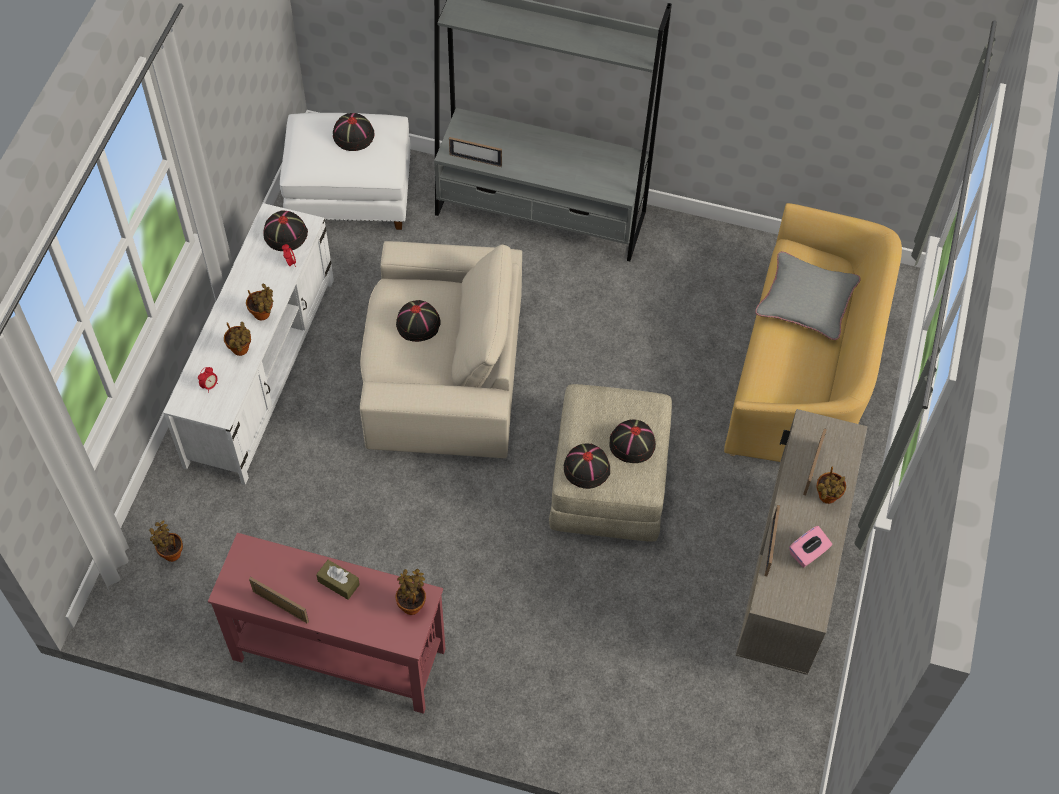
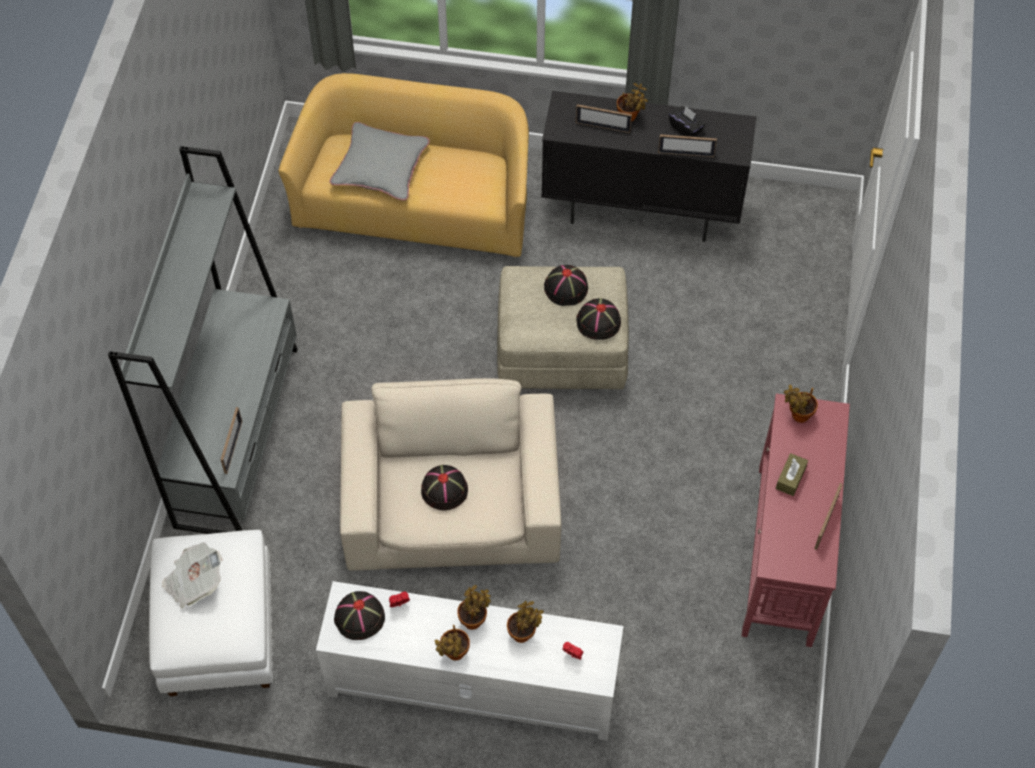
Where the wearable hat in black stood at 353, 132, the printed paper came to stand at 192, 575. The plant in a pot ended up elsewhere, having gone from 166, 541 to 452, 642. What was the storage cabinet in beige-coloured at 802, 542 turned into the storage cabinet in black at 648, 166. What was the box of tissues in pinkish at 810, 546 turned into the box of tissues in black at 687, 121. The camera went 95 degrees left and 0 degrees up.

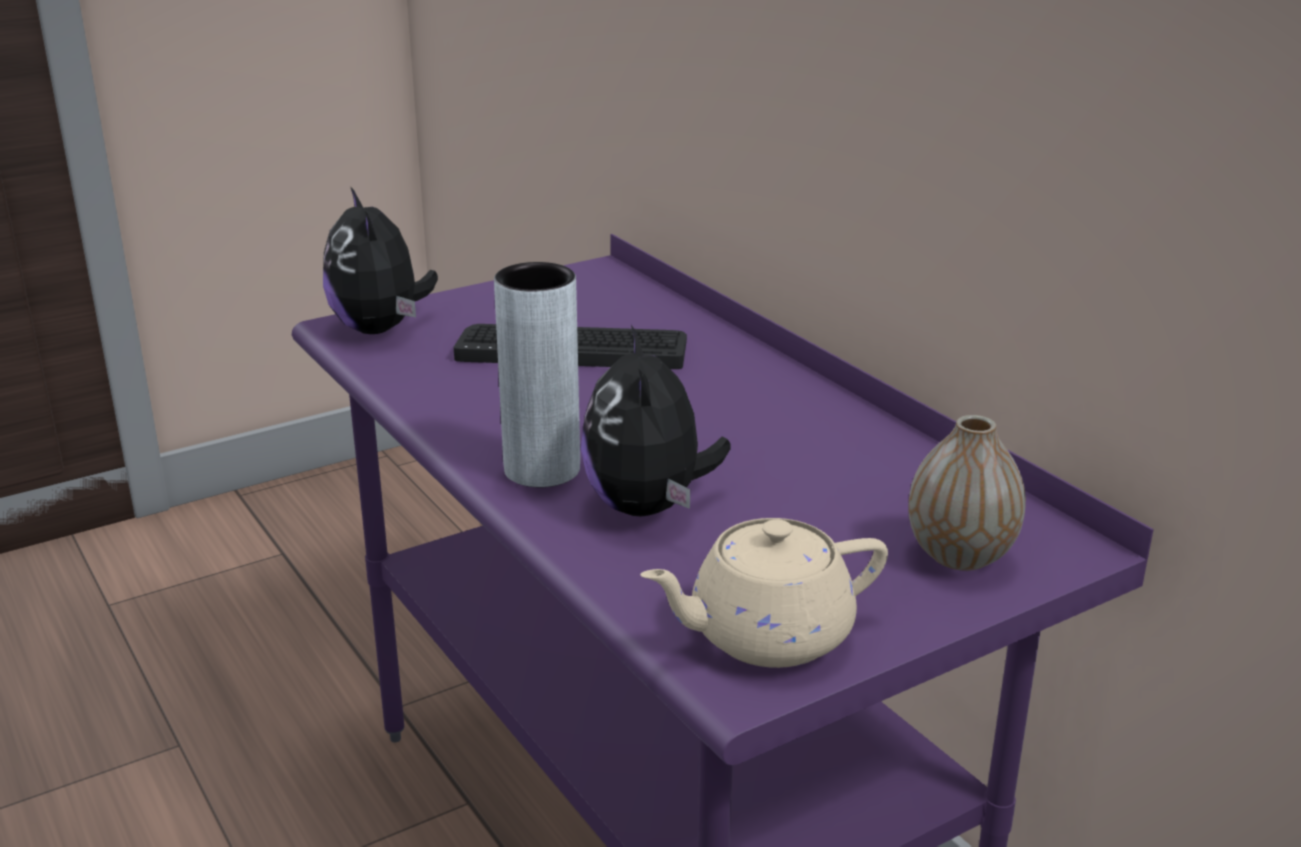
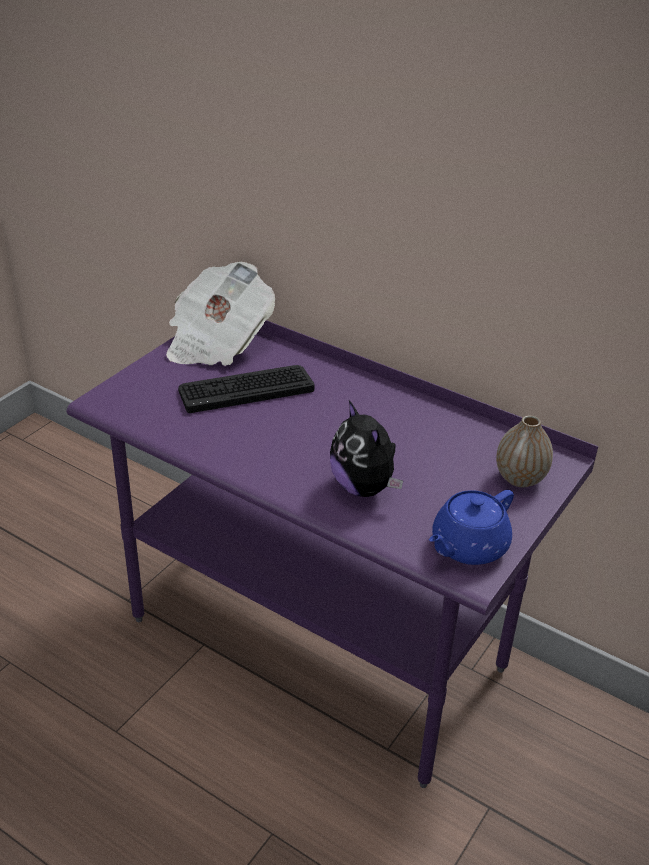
The second view gained the printed paper at 220, 314. What was the pot for tea in beige-coloured at 764, 593 turned into the pot for tea in bluish at 471, 527. The second view lost the cuddly toy at 380, 260. The second view lost the decorative vase in gray at 537, 375. The camera went 25 degrees left and 10 degrees up.

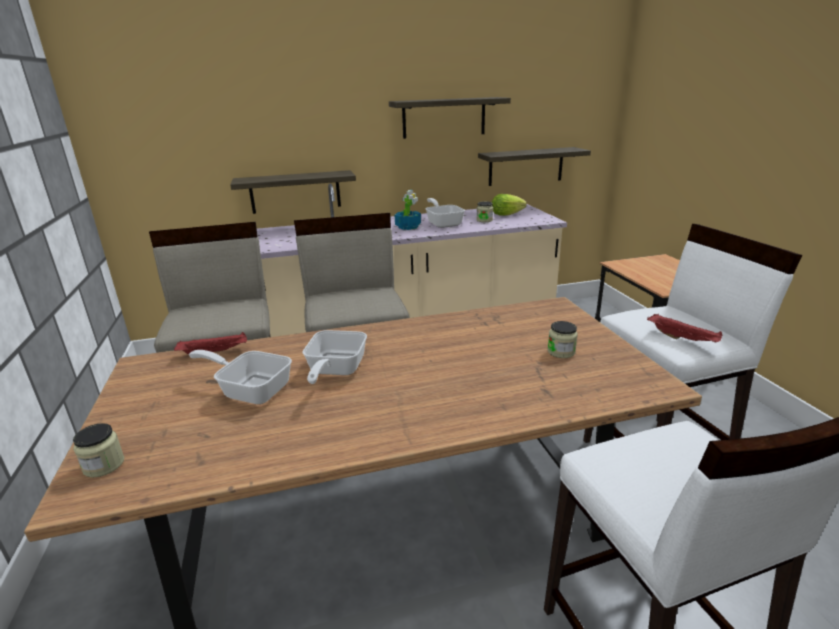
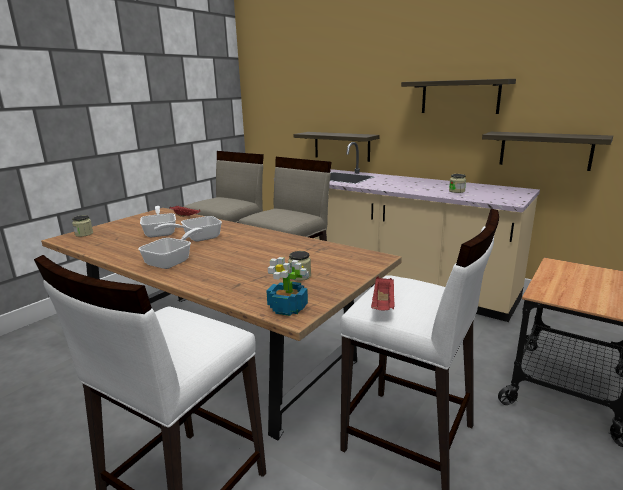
The skillet ended up elsewhere, having gone from 445, 213 to 170, 248. The plant in a pot ended up elsewhere, having gone from 408, 210 to 287, 286. The second view lost the lettuce at 509, 205. The camera went 50 degrees right and 5 degrees down.

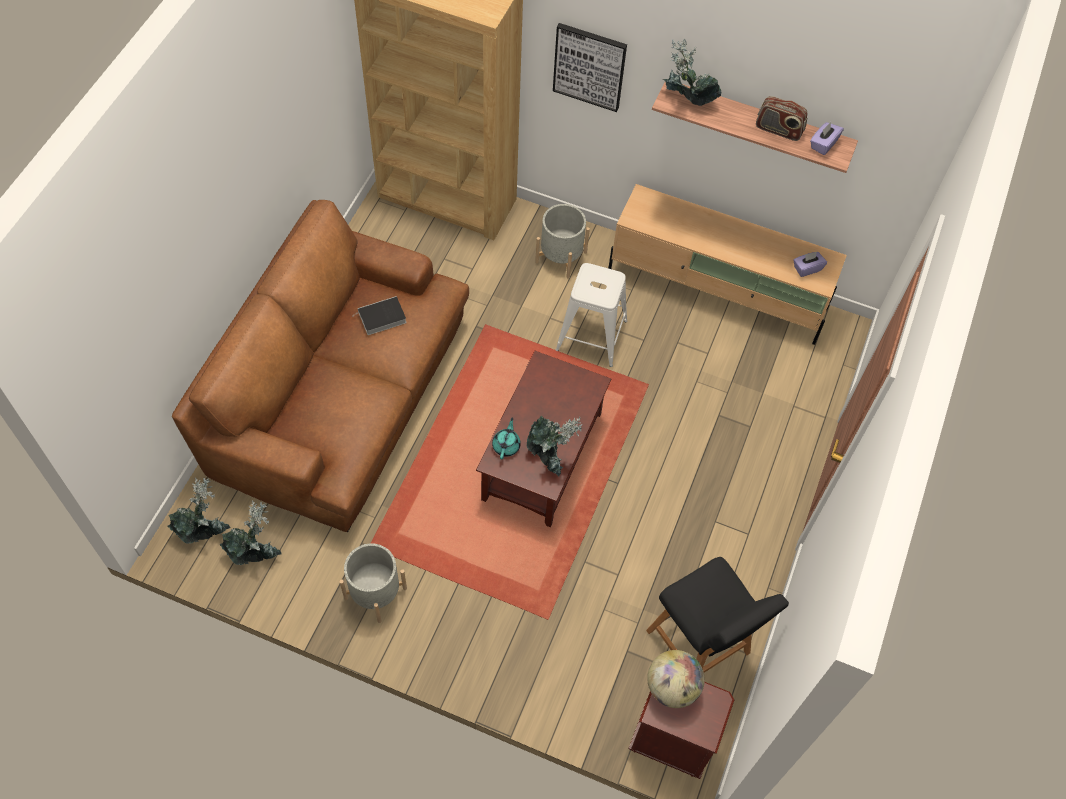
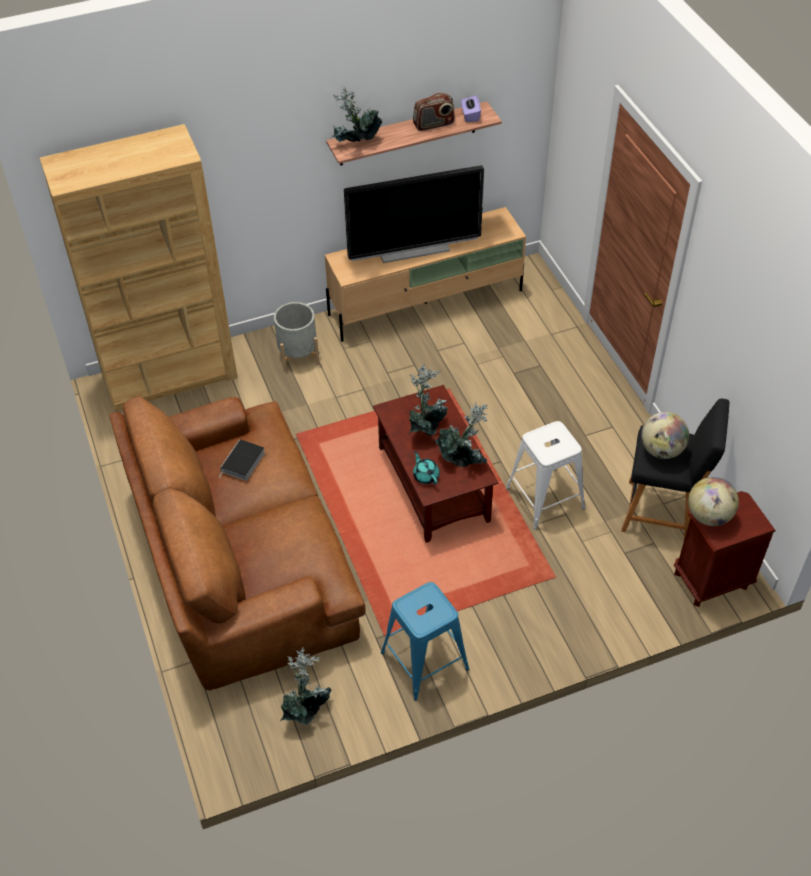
The second view gained the television at 414, 214. Where the planter in gray stood at 373, 583, the stool seat in bluish came to stand at 425, 641. The plant in a pot ended up elsewhere, having gone from 199, 510 to 428, 400. The stool seat in white ended up elsewhere, having gone from 591, 315 to 545, 475. The second view gained the globe at 665, 435. The second view lost the picture at 590, 67. The second view lost the box of tissues in purple at 810, 264. The camera went 40 degrees left and 10 degrees down.

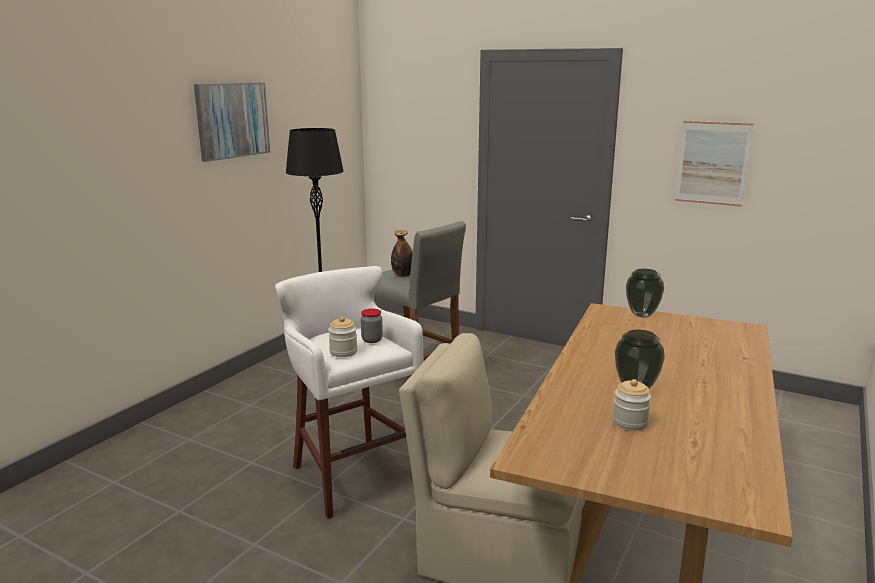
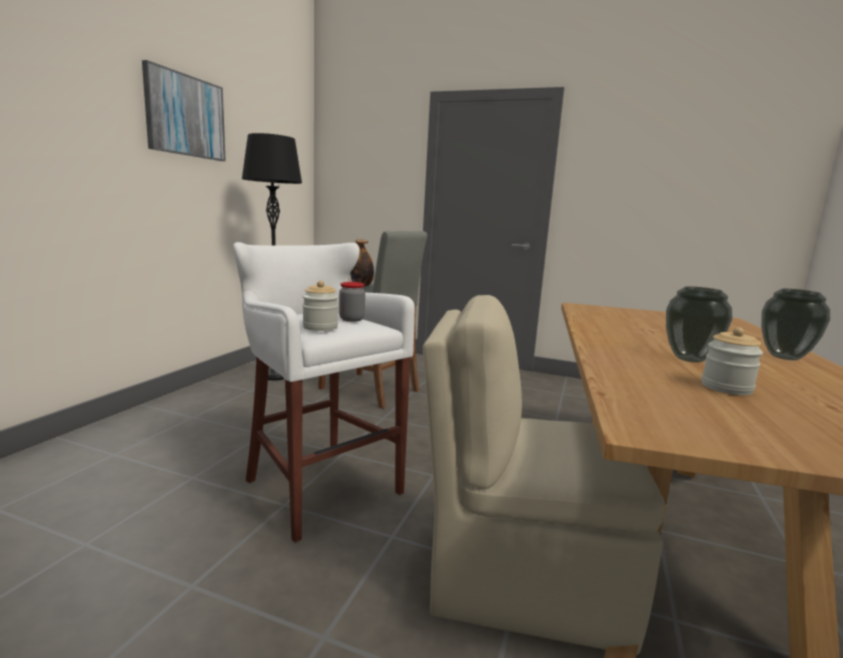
The decorative vase ended up elsewhere, having gone from 645, 293 to 795, 324. The second view lost the picture at 714, 164. The camera went 10 degrees left and 5 degrees down.

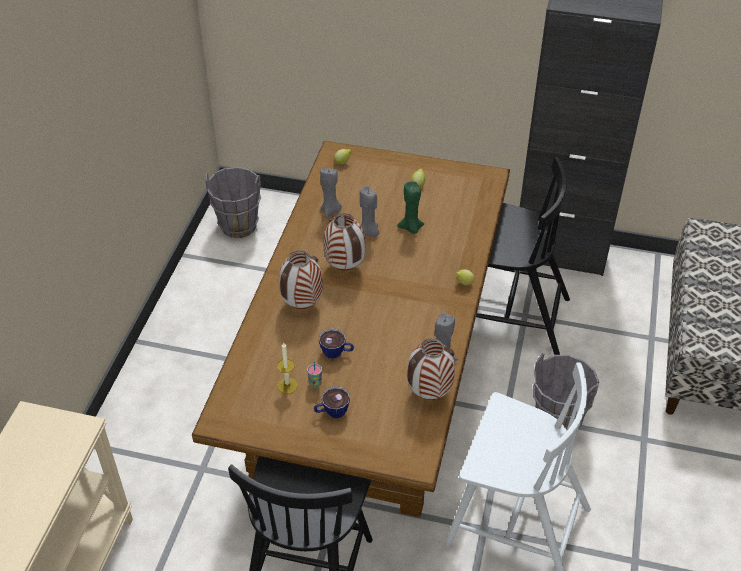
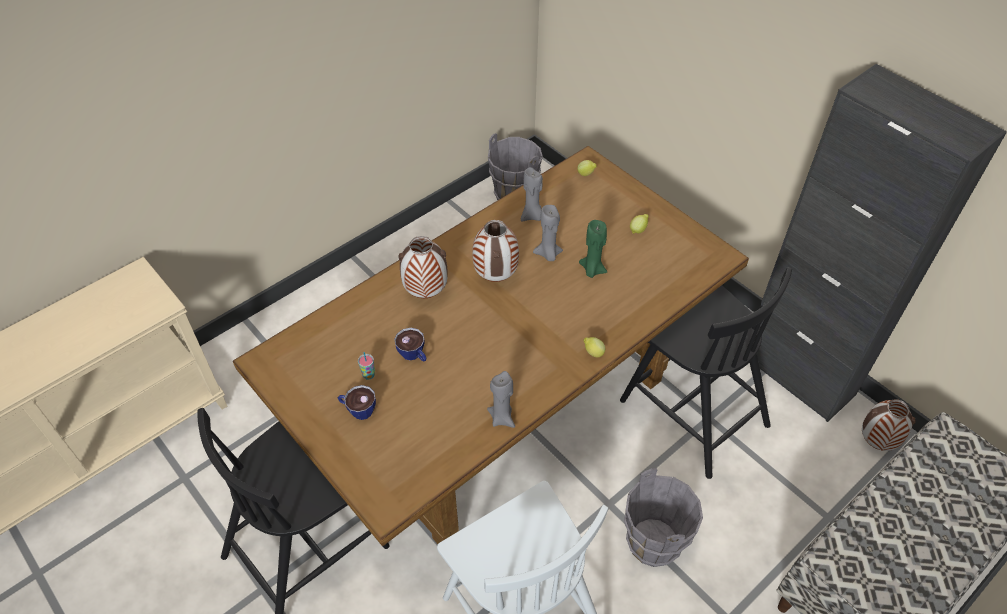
The decorative vase ended up elsewhere, having gone from 431, 369 to 889, 425. The second view lost the wax candle at 287, 368. The camera went 35 degrees right and 5 degrees up.

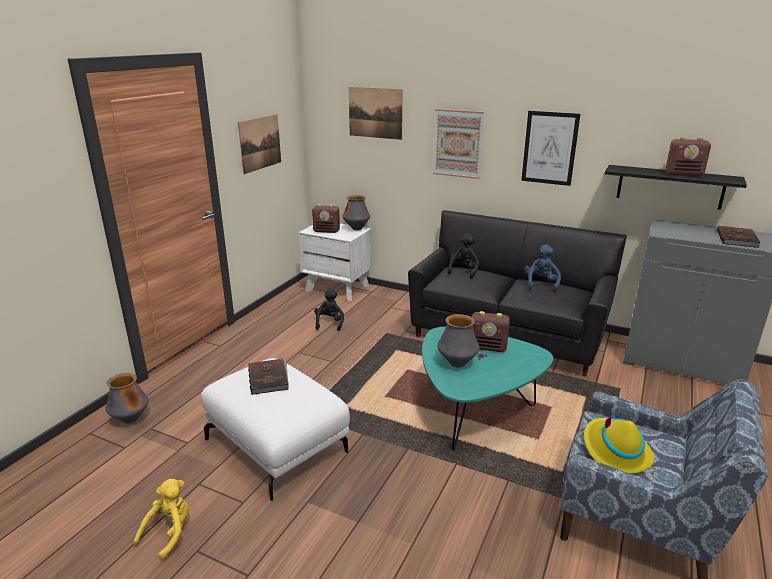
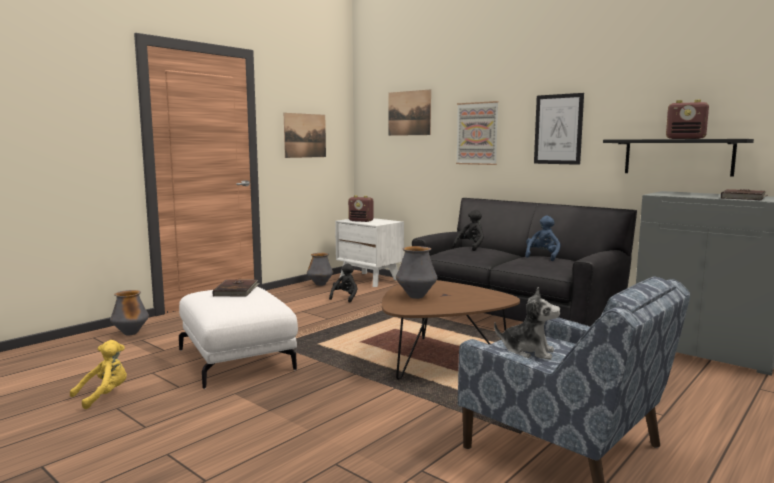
The decorative vase ended up elsewhere, having gone from 356, 212 to 320, 269. What was the coffee table in blue-green at 487, 389 turned into the coffee table in brown at 451, 330. Where the wearable hat in yellow-coloured stood at 619, 445, the cuddly toy came to stand at 527, 323. The second view lost the radio set at 491, 331. The camera went 15 degrees right and 15 degrees down.

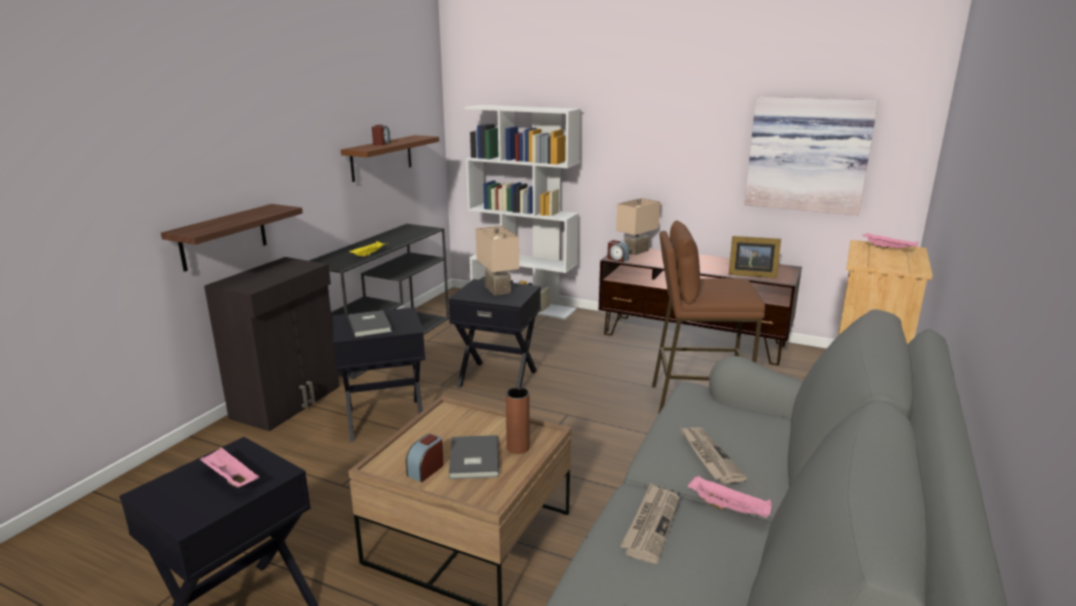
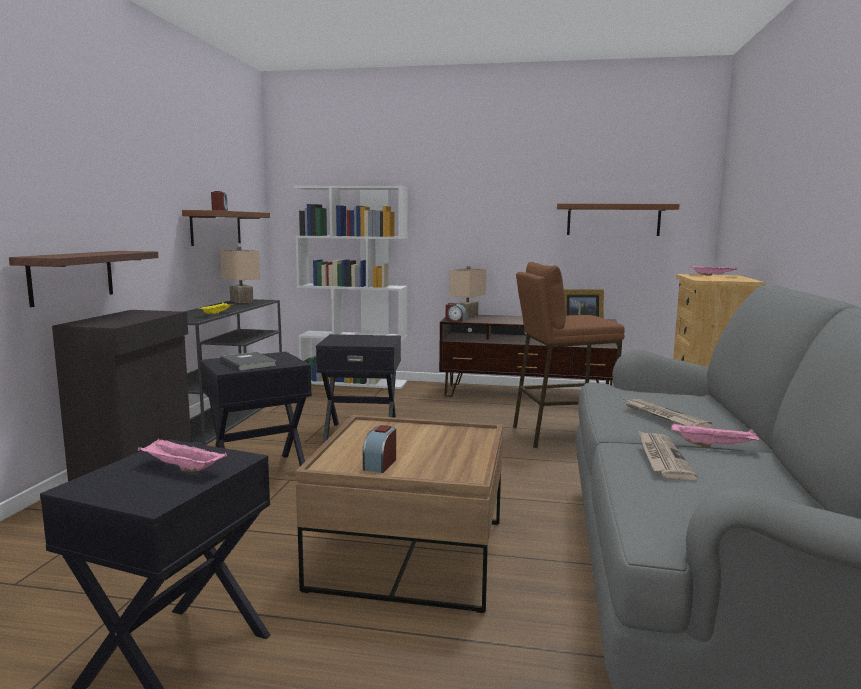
The table lamp in beige-coloured ended up elsewhere, having gone from 497, 260 to 240, 275. Where the picture hung at 811, 156, the shelf in brown came to hang at 618, 220. The second view lost the book in gray at 474, 457. The second view lost the decorative vase in brown at 518, 420. The camera went 15 degrees left and 10 degrees down.

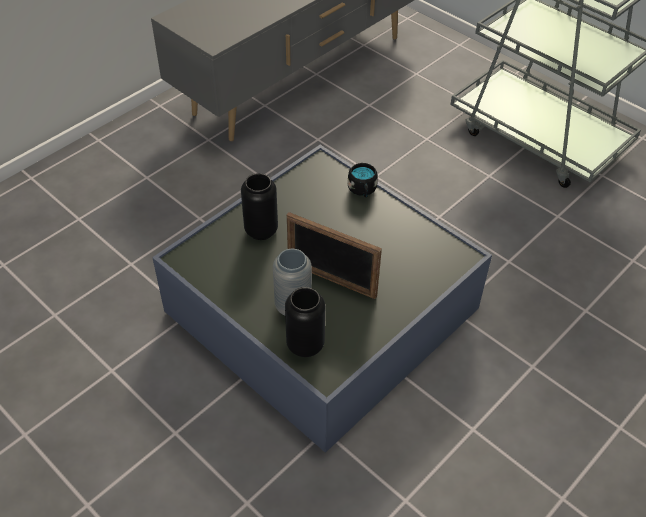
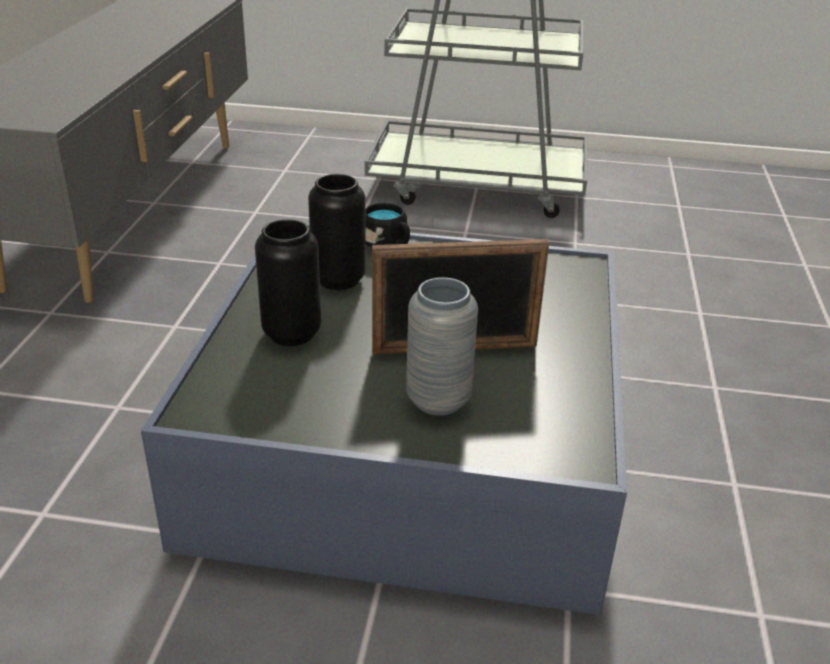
The decorative vase in black ended up elsewhere, having gone from 305, 322 to 337, 232. The camera went 35 degrees left and 15 degrees down.

